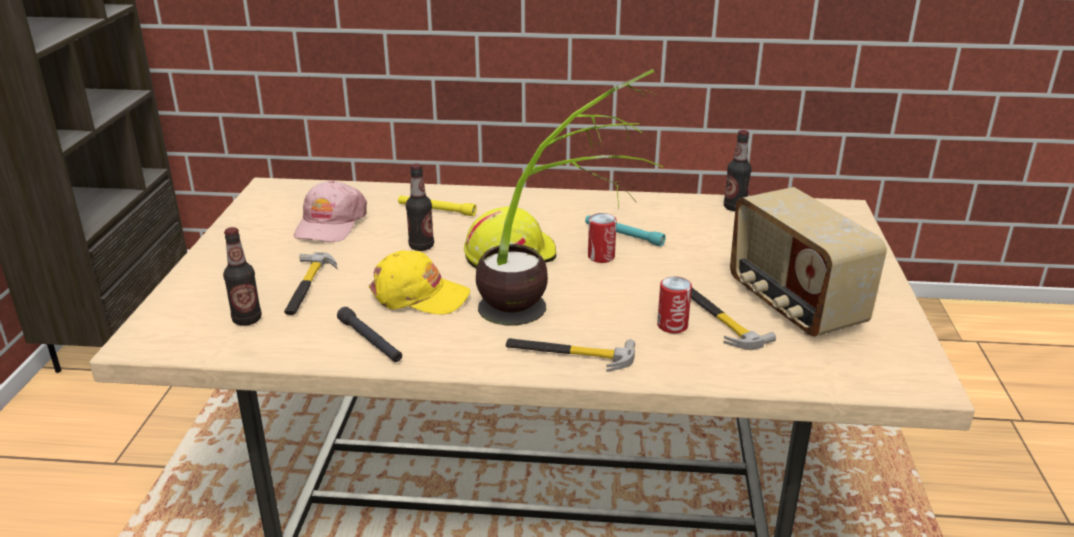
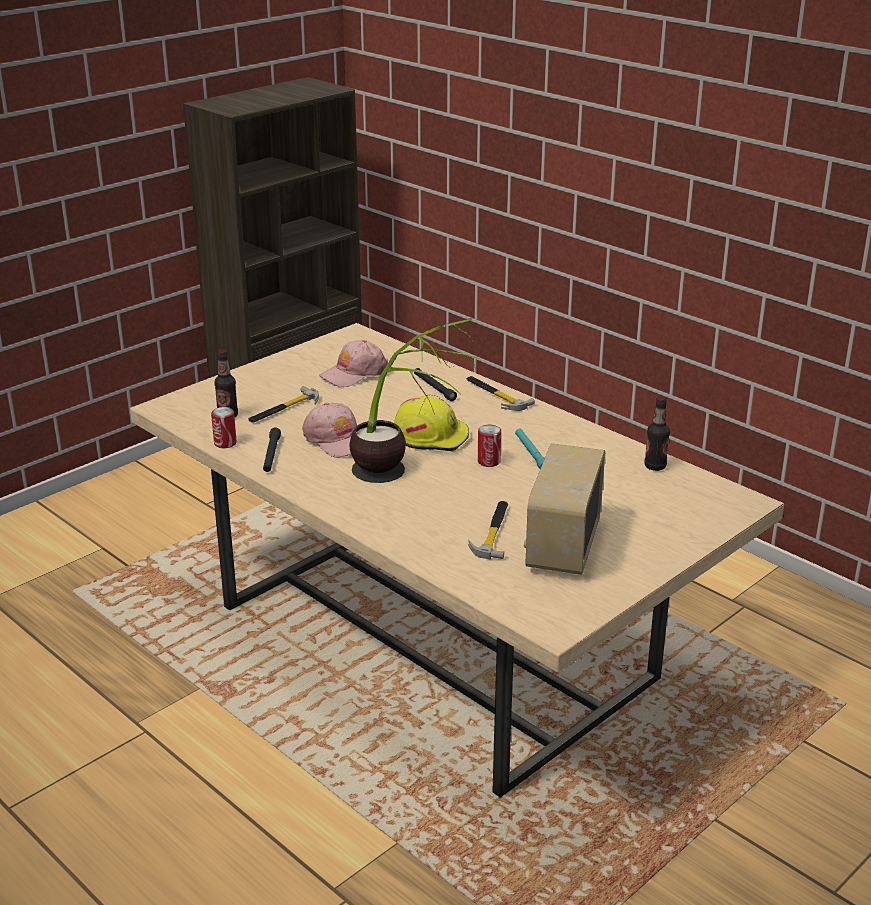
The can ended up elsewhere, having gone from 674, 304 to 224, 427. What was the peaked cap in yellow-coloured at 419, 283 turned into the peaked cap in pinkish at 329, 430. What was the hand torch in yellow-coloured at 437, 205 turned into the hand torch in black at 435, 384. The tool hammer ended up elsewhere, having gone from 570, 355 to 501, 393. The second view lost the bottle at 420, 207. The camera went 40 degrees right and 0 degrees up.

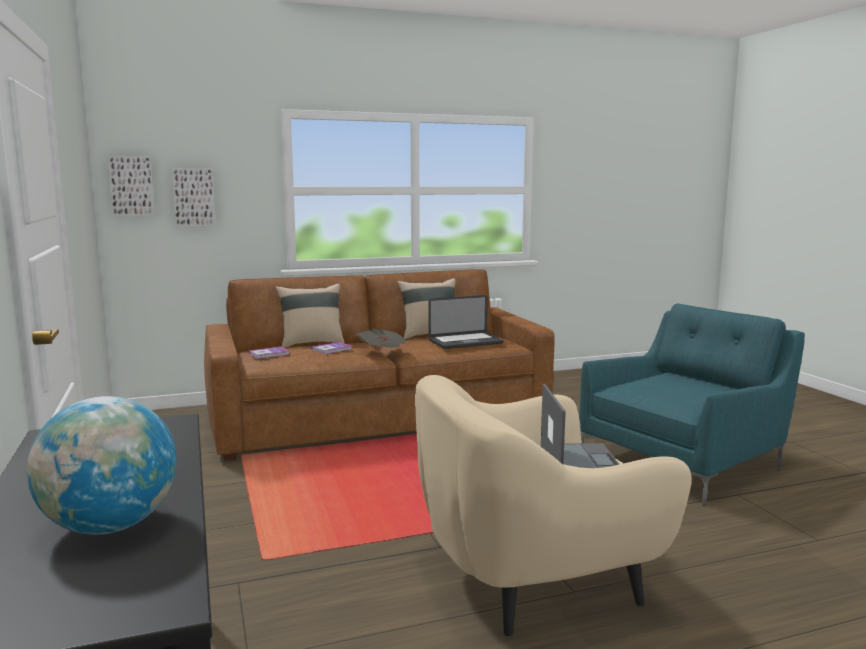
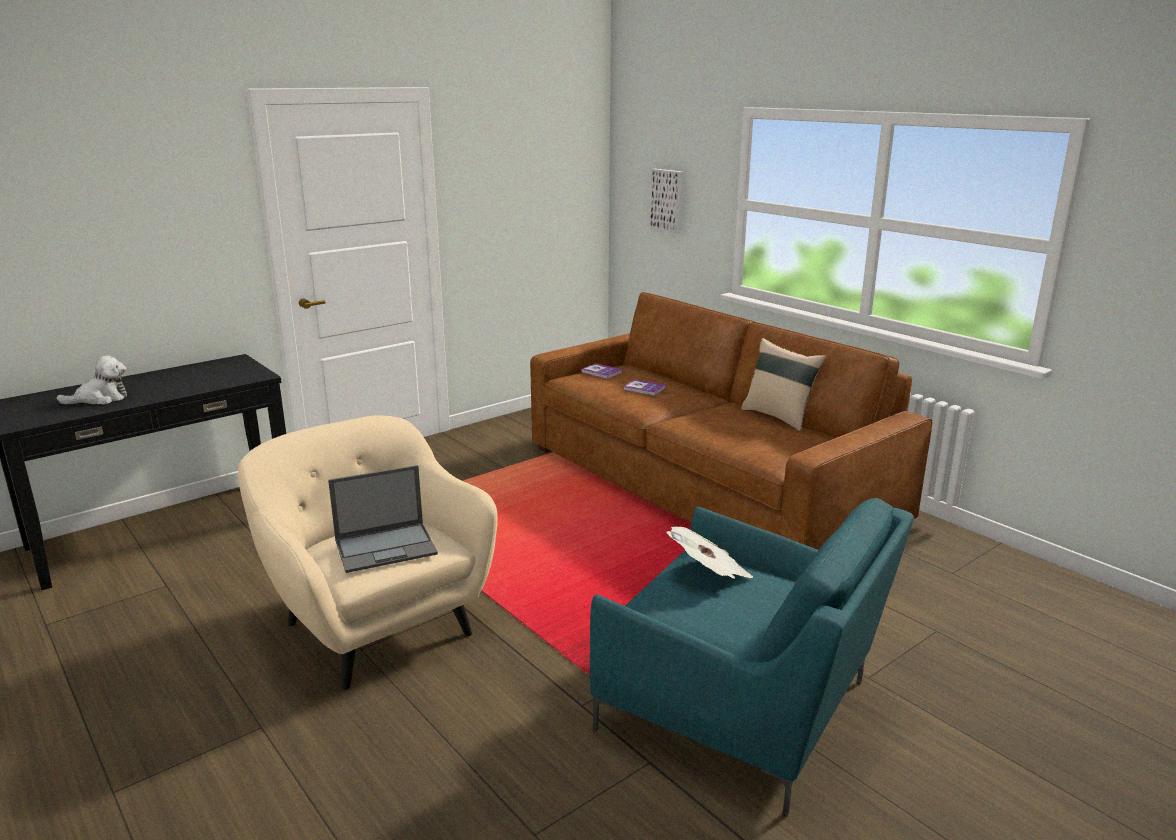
Where the globe stood at 101, 465, the cuddly toy came to stand at 92, 380. The printed paper ended up elsewhere, having gone from 381, 338 to 709, 553. The second view lost the picture at 131, 186. The second view lost the pillow in beige-coloured at 310, 315. The second view lost the portable computer at 466, 322. The camera went 70 degrees right and 10 degrees up.

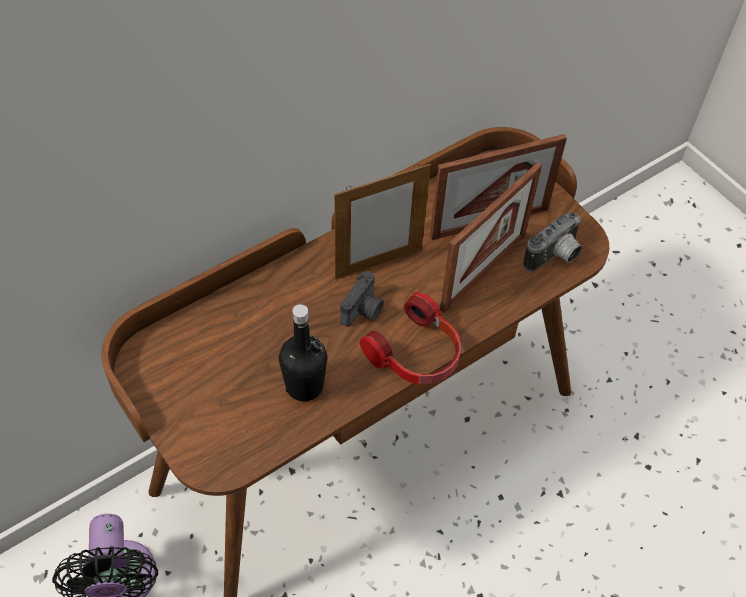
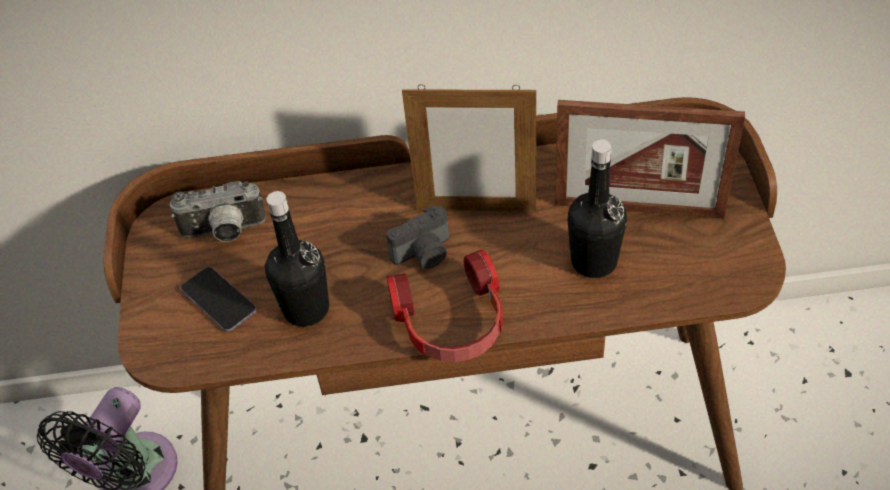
The still camera ended up elsewhere, having gone from 552, 242 to 218, 211. The second view gained the phone at 218, 299. Where the picture frame stood at 491, 237, the bottle in black came to stand at 597, 208. The camera went 35 degrees right and 5 degrees down.

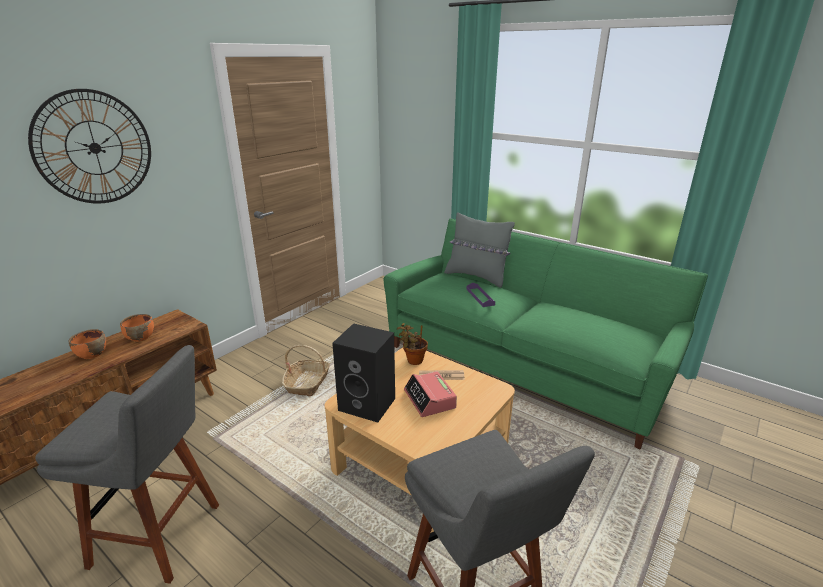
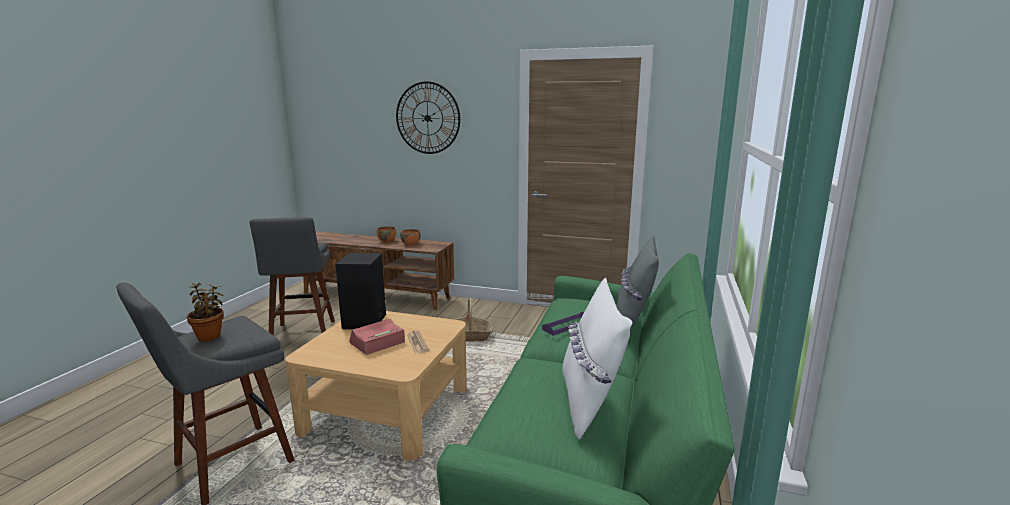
The plant in a pot ended up elsewhere, having gone from 412, 344 to 205, 312. The second view gained the pillow in white at 597, 359. The camera went 70 degrees right and 10 degrees down.

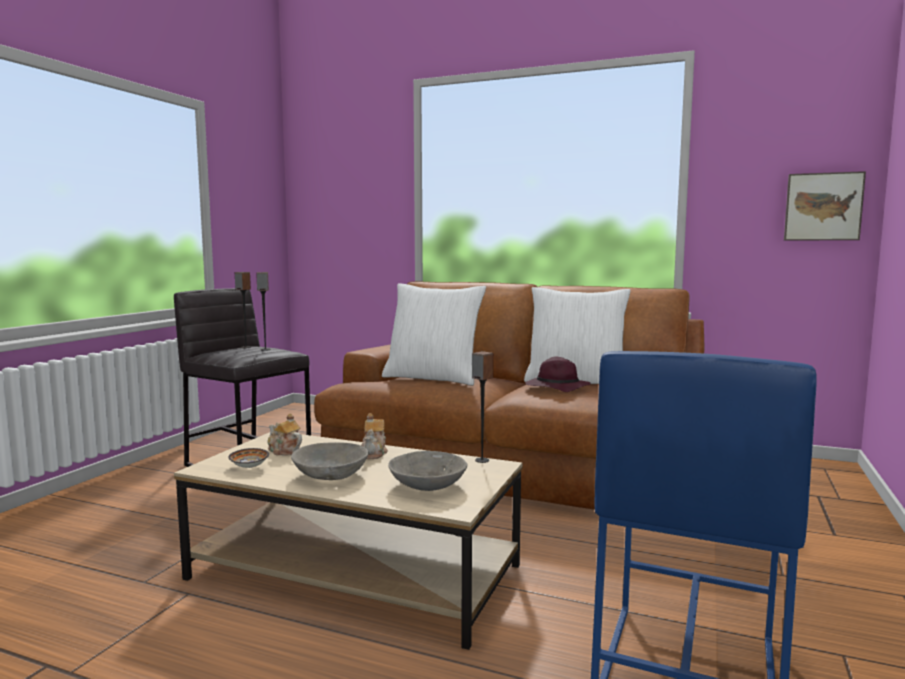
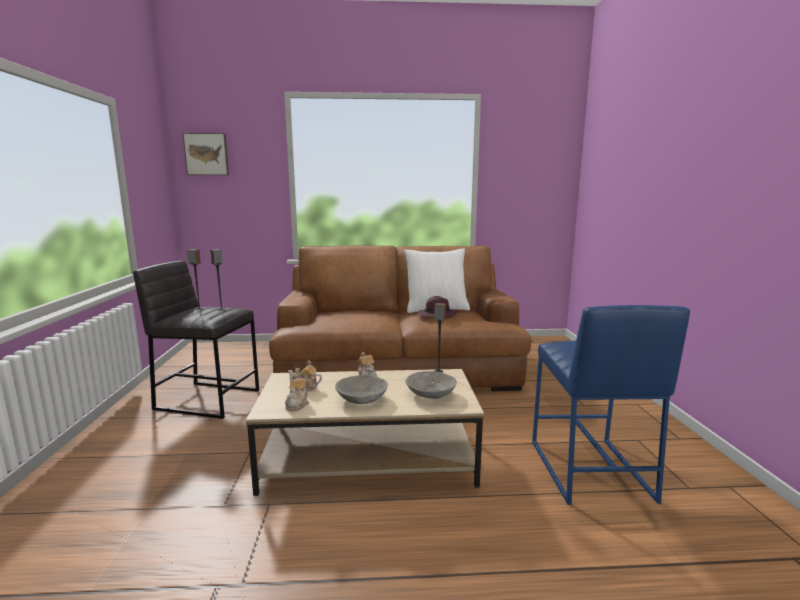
The picture ended up elsewhere, having gone from 825, 205 to 206, 154. Where the serving bowl stood at 248, 458, the pot for tea came to stand at 297, 392. The second view lost the pillow in white at 434, 334. The camera went 25 degrees left and 5 degrees up.

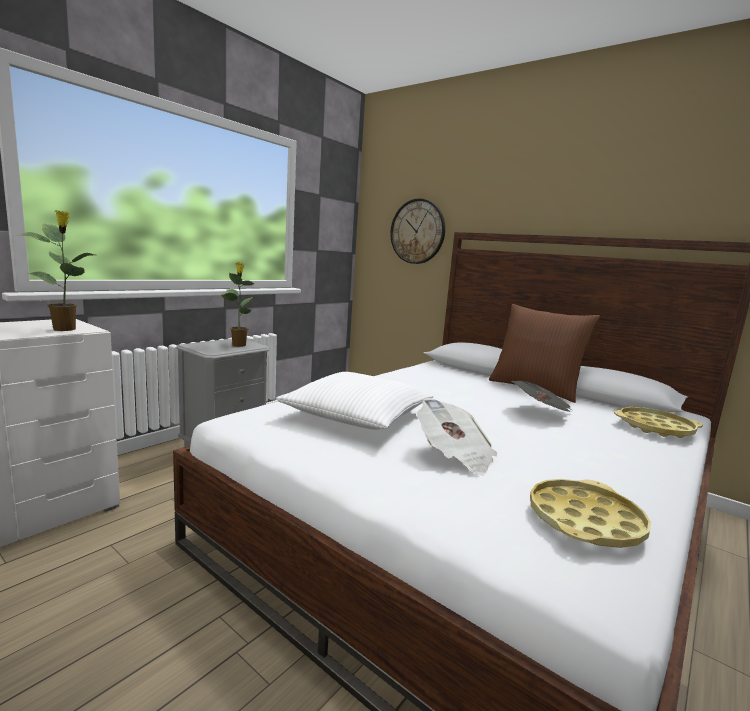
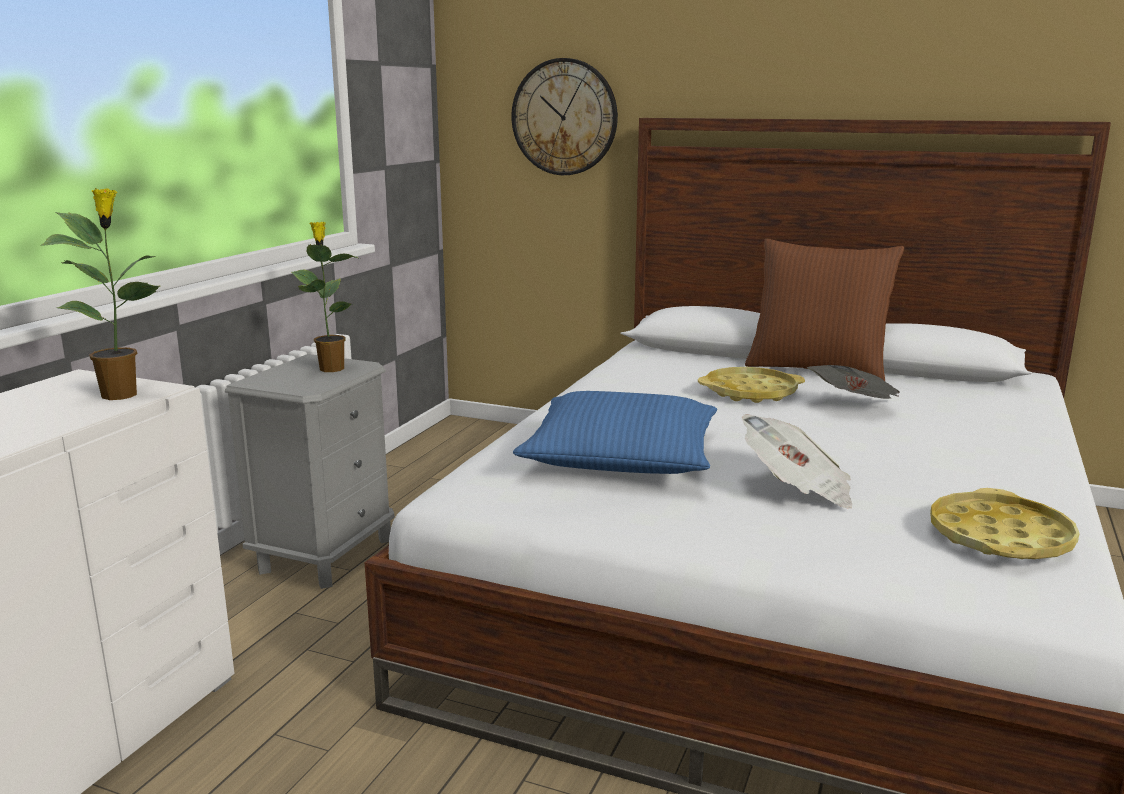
What was the pillow in white at 354, 401 turned into the pillow in bluish at 615, 432. The carrying tray in yellow-coloured ended up elsewhere, having gone from 658, 422 to 751, 385. The camera went 15 degrees left and 5 degrees up.

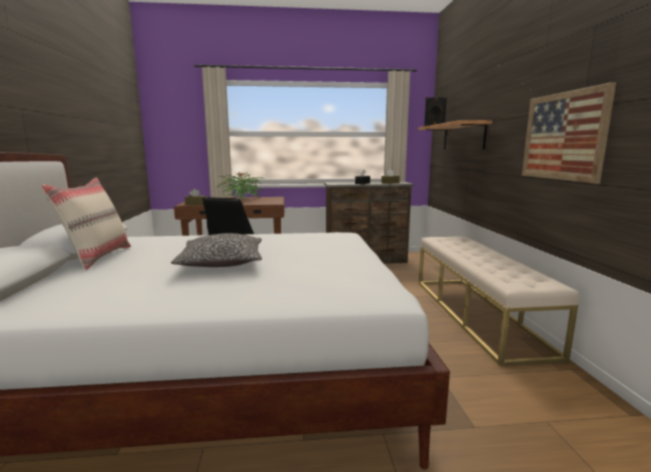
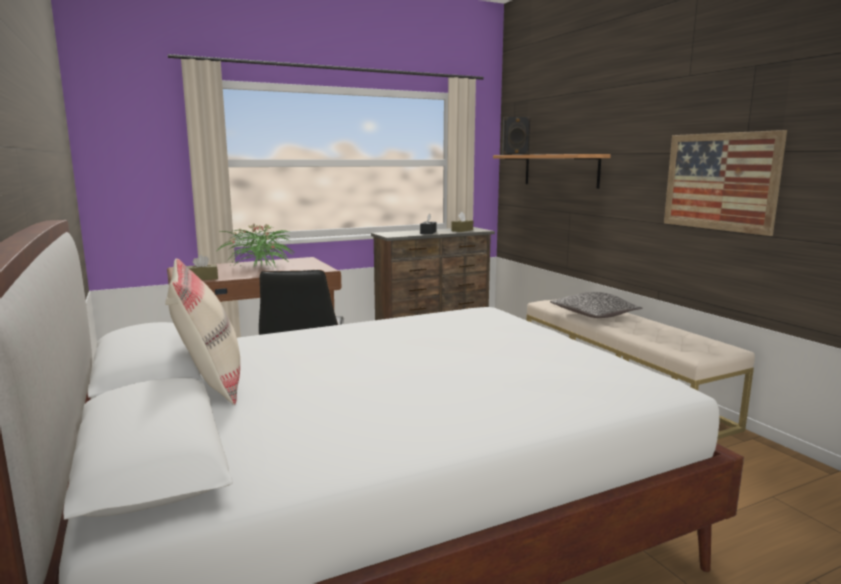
The pillow ended up elsewhere, having gone from 216, 250 to 596, 305. The camera went 20 degrees left and 0 degrees up.

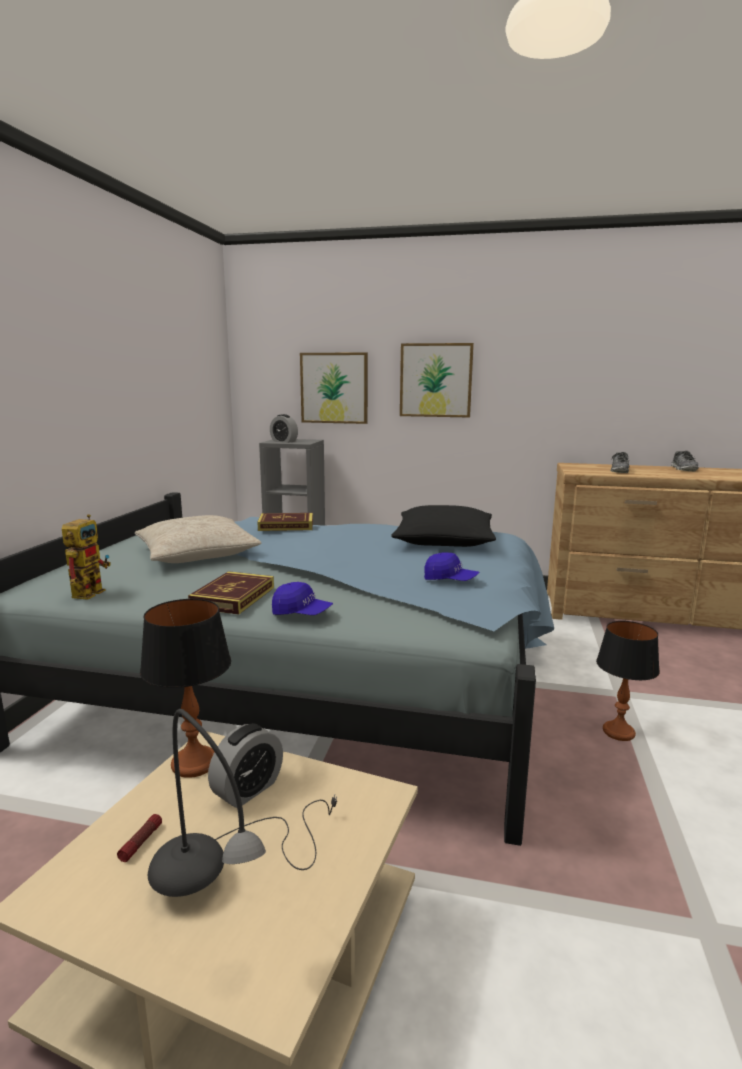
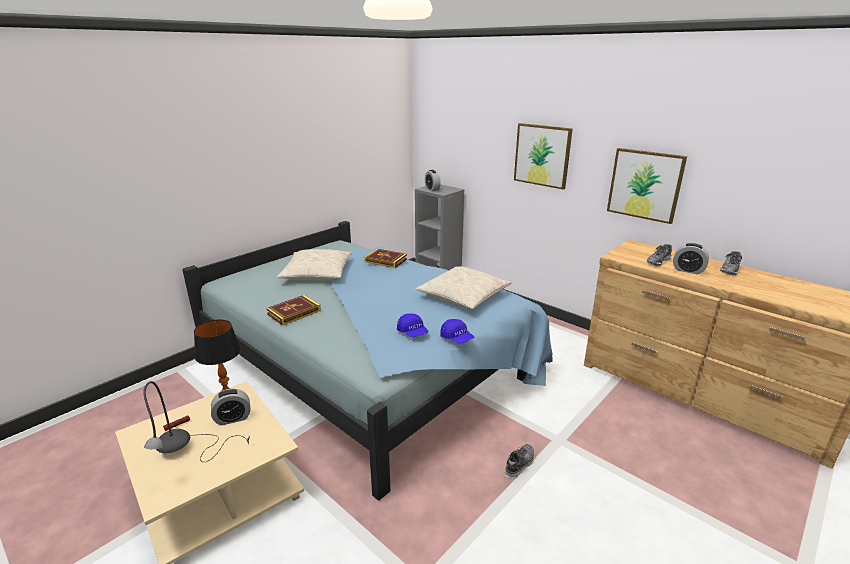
What was the pillow in black at 443, 526 turned into the pillow in beige-coloured at 464, 287. The peaked cap in bluish ended up elsewhere, having gone from 302, 598 to 457, 331. Where the table lamp stood at 628, 681, the low shoe came to stand at 520, 461. The picture ended up elsewhere, having gone from 334, 388 to 647, 186. The second view gained the bedside clock at 691, 259. The second view lost the toy robot at 86, 557. The camera went 30 degrees right and 10 degrees up.

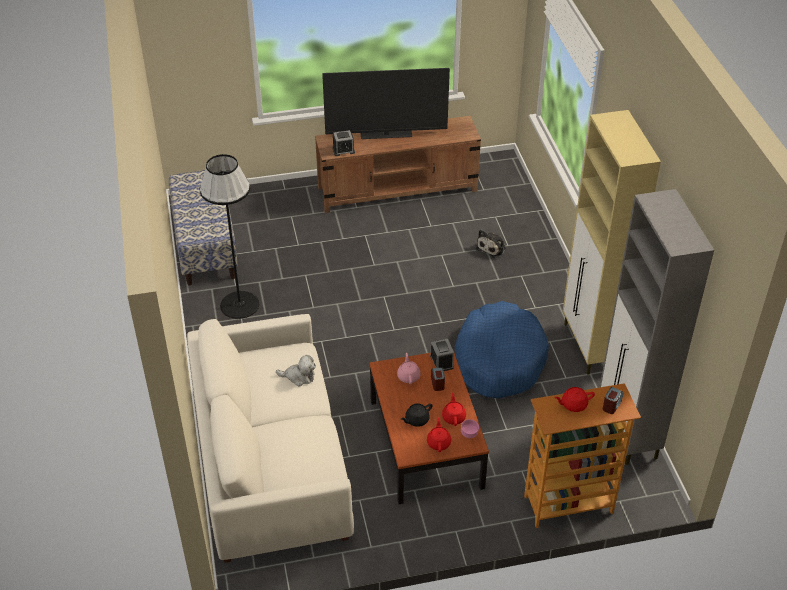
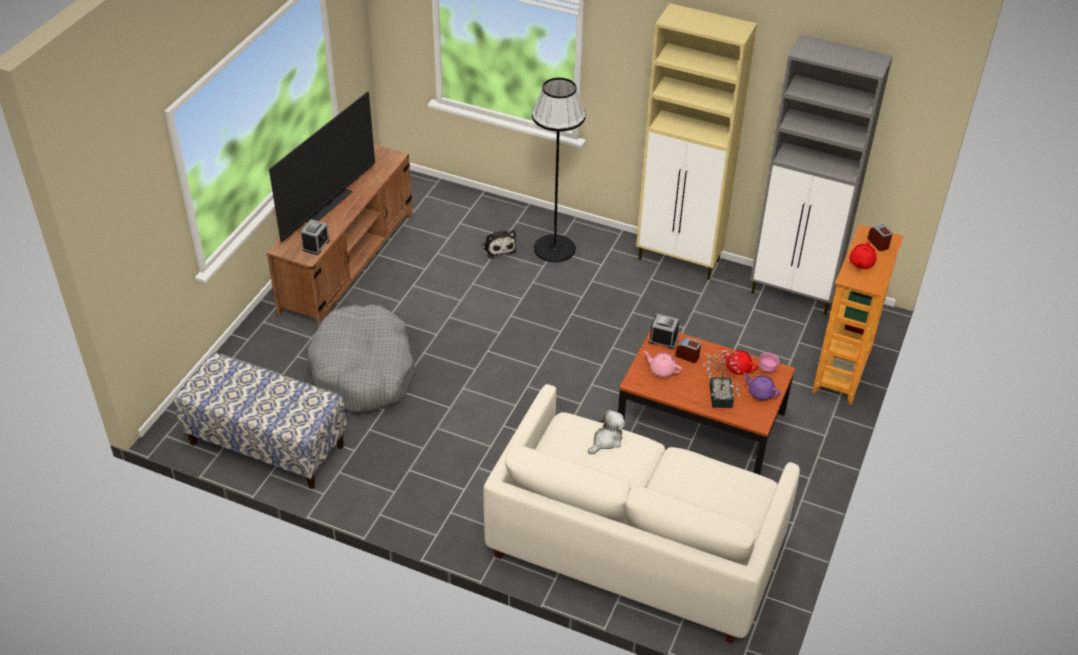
The second view gained the dog bed in gray at 361, 358. The standard lamp in black ended up elsewhere, having gone from 229, 236 to 559, 170. Where the pot for tea in black stood at 416, 415, the plant in a pot came to stand at 721, 379. What was the pot for tea in red-coloured at 439, 434 turned into the pot for tea in purple at 762, 386. The second view lost the dog bed in bluish at 502, 349. The camera went 55 degrees left and 0 degrees up.

